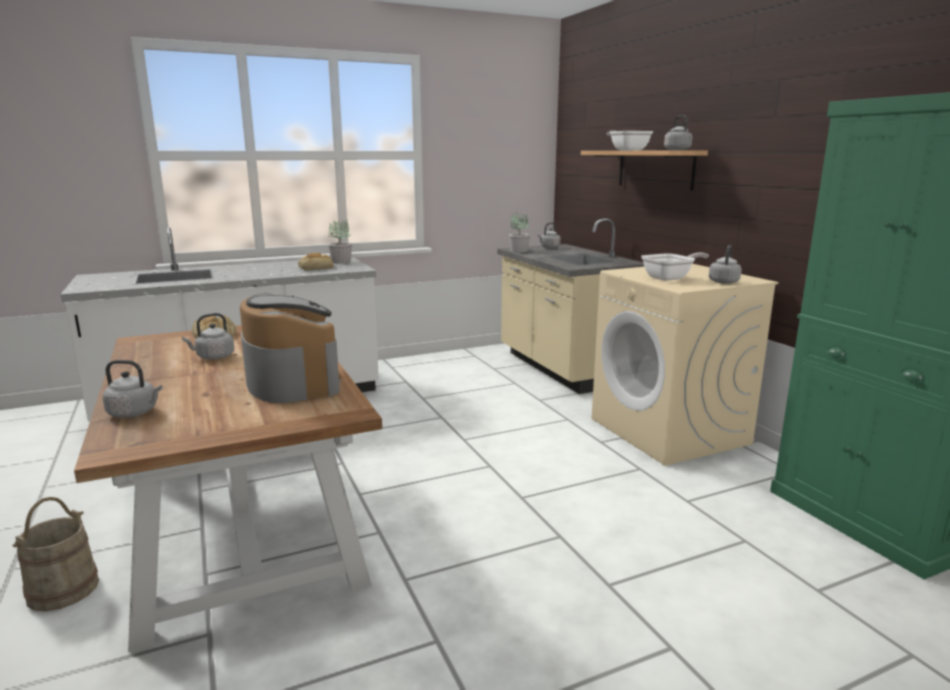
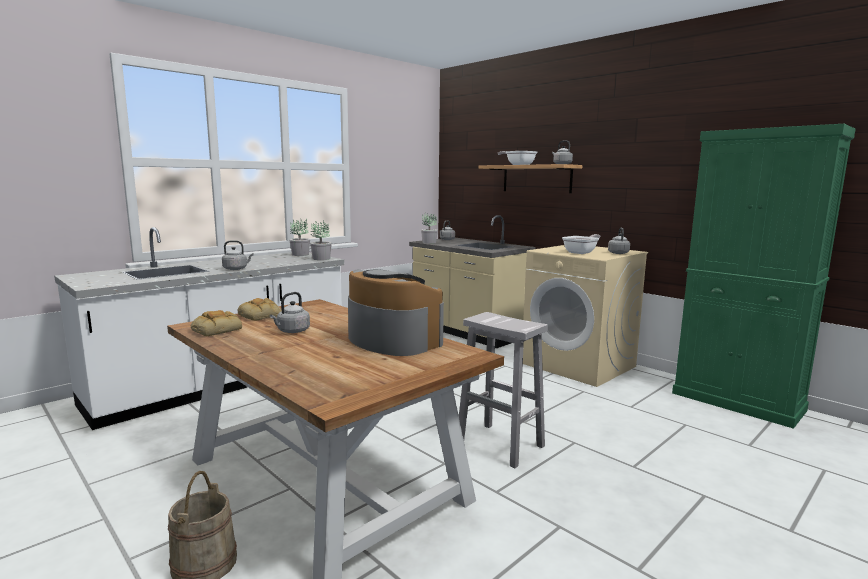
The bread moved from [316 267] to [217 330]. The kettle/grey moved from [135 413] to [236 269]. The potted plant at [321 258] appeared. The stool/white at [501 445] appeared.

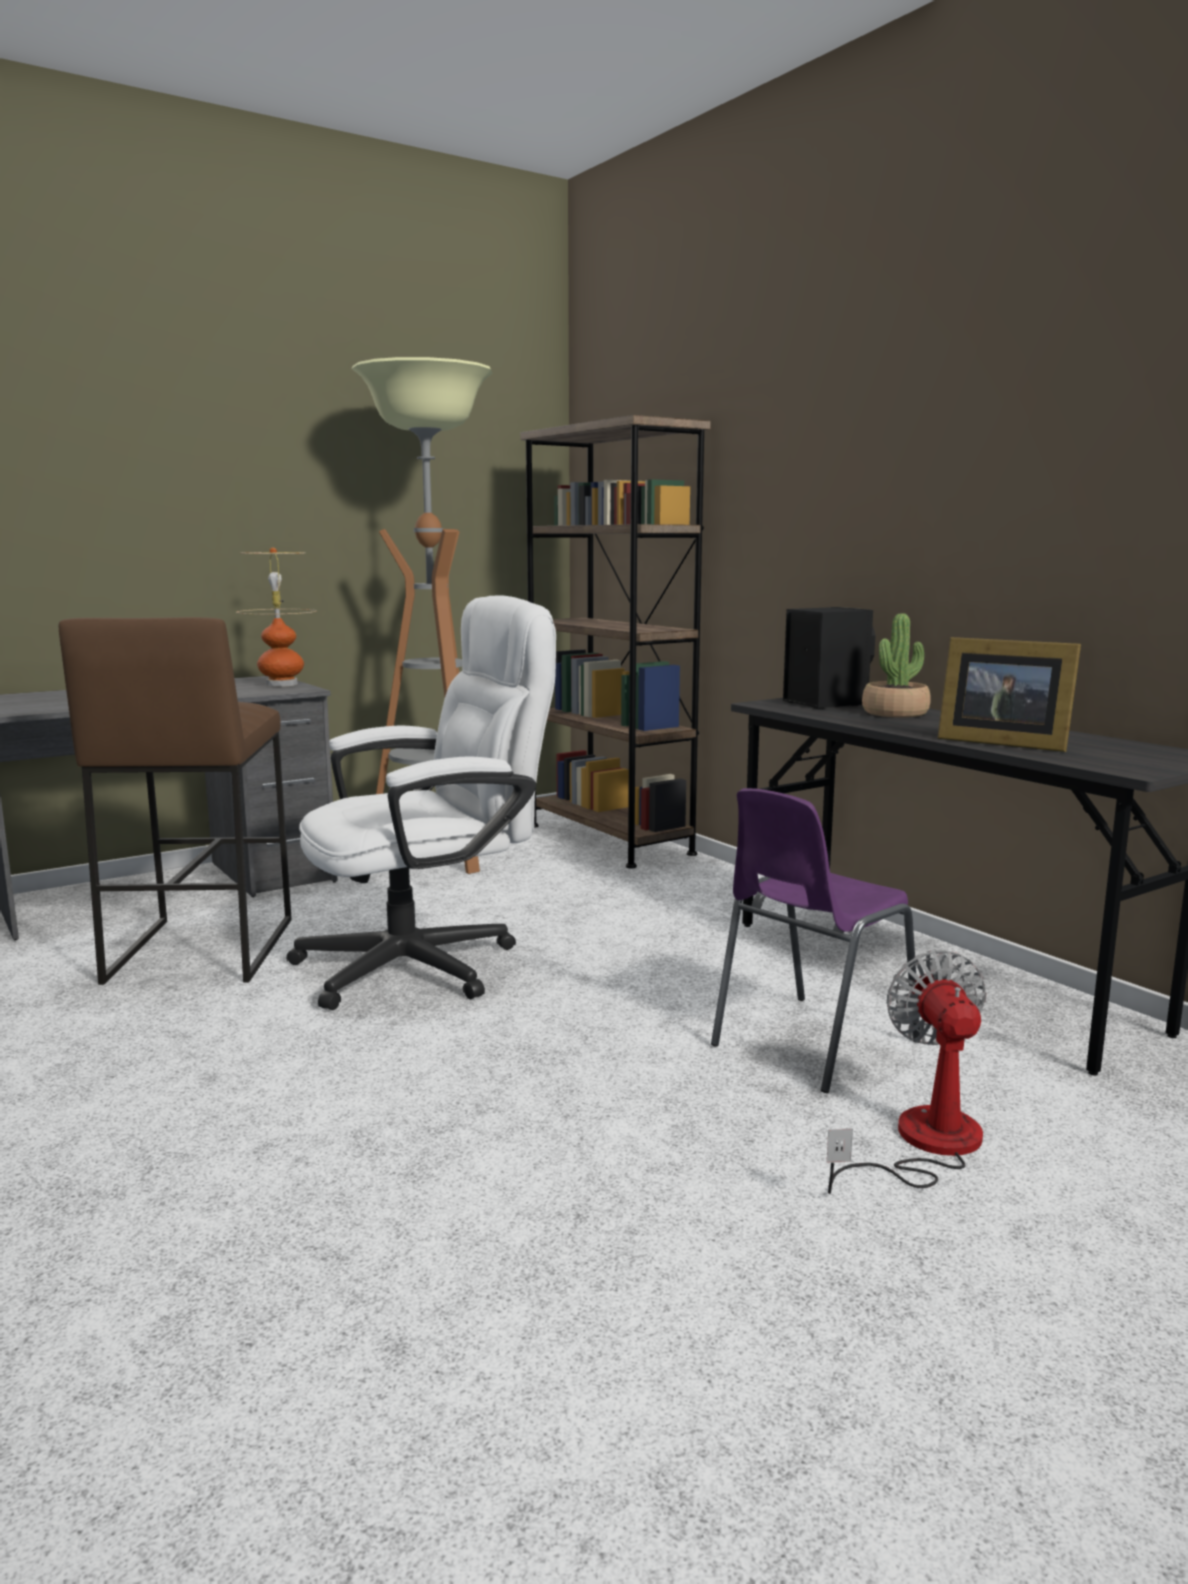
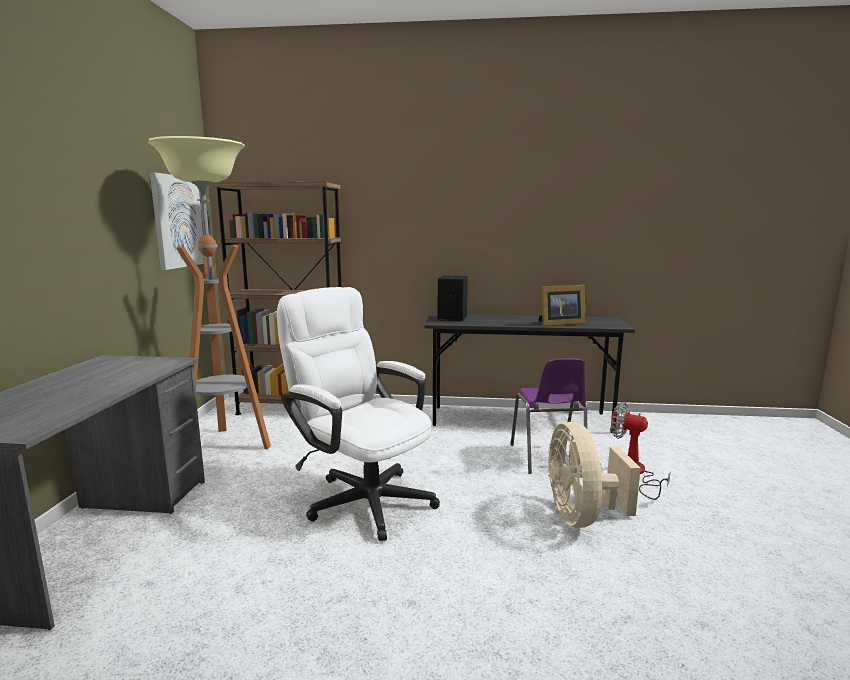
The picture at [177 221] appeared. The office chair/white at [428 963] turned 60 degrees counterclockwise. The fan/beige at [581 516] appeared. The stool/brown at [200 949] disappeared. The table lamp at [282 684] disappeared. The potted plant at [895 713] disappeared.

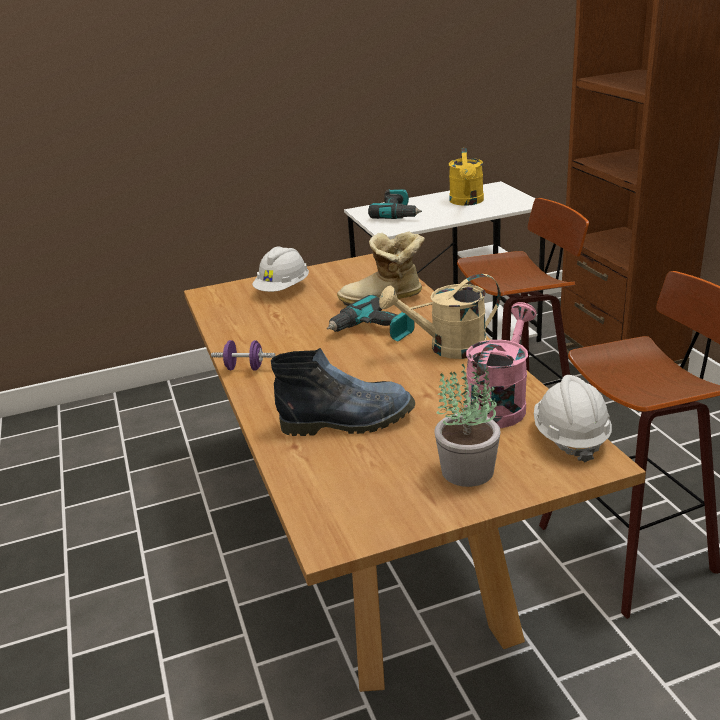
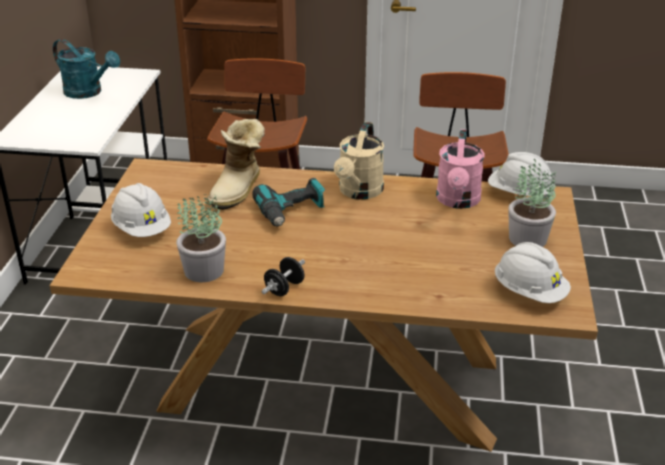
The watering can/yellow at [467 202] became the watering can/turquoise at [88 92]. The potted plant at [204 271] appeared. The dumbbell/purple at [245 368] became the dumbbell/black at [284 288]. The watering can/pink at [499 404] turned 135 degrees counterclockwise. The hard hat/white at [529 292] appeared. The boot at [350 420] disappeared. The power drill at [397 214] disappeared.

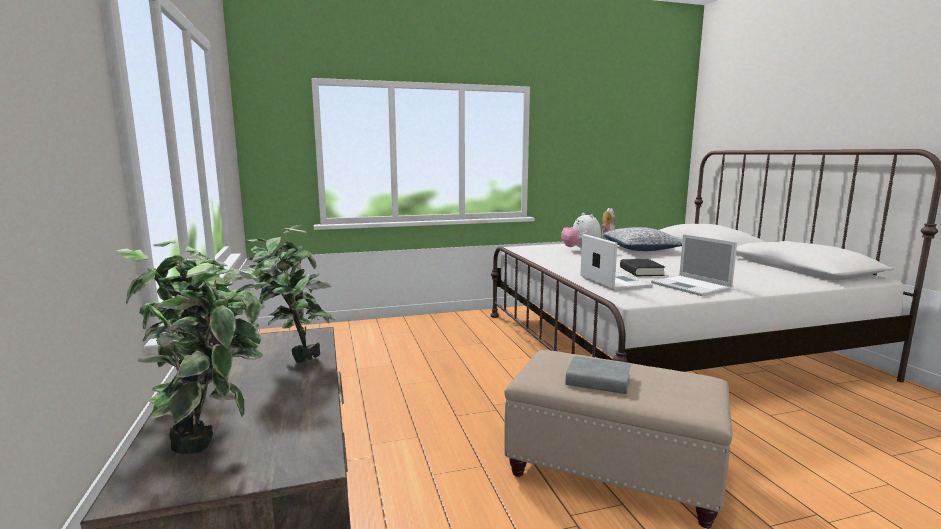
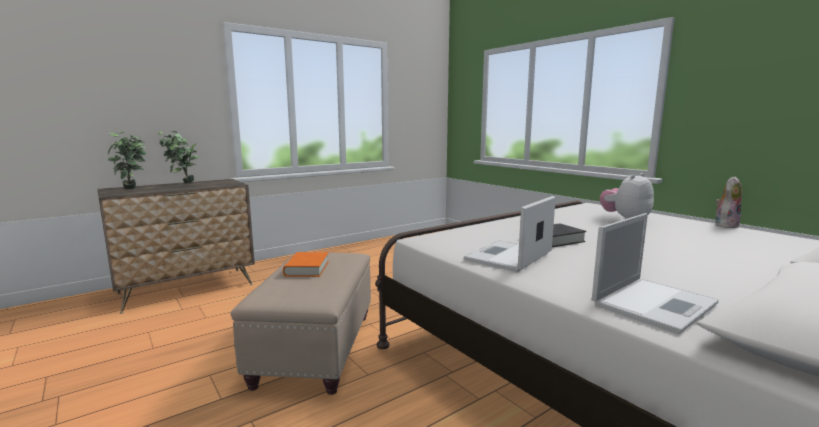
The book/grey at [598 381] became the book/orange at [307 268]. The laptop moved from [613 282] to [654 303]. The potted plant at [294 357] disappeared. The pillow at [642 249] disappeared.

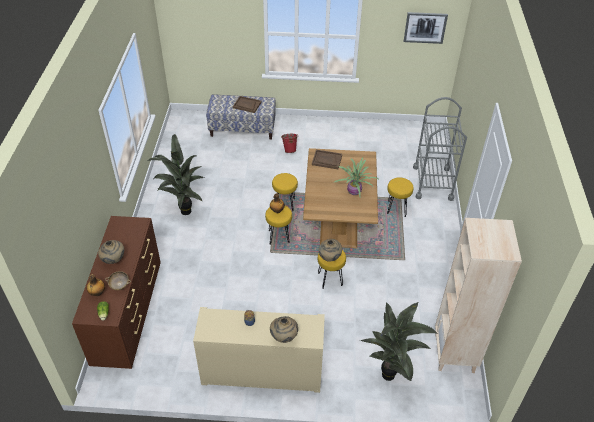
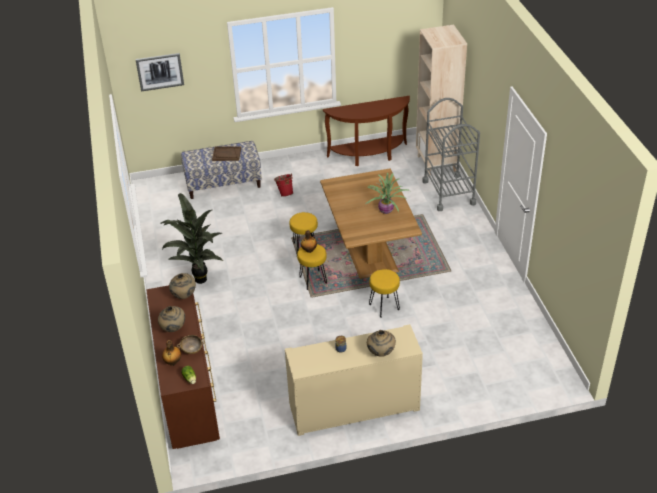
The picture moved from [425 27] to [160 71]. The vase/beige moved from [329 258] to [184 296]. The console table/brown at [369 156] appeared. The bookcase/beige moved from [454 353] to [437 164]. The tray/brown at [326 160] disappeared. The potted plant at [391 376] disappeared. The stool/yellow at [397 209] disappeared.

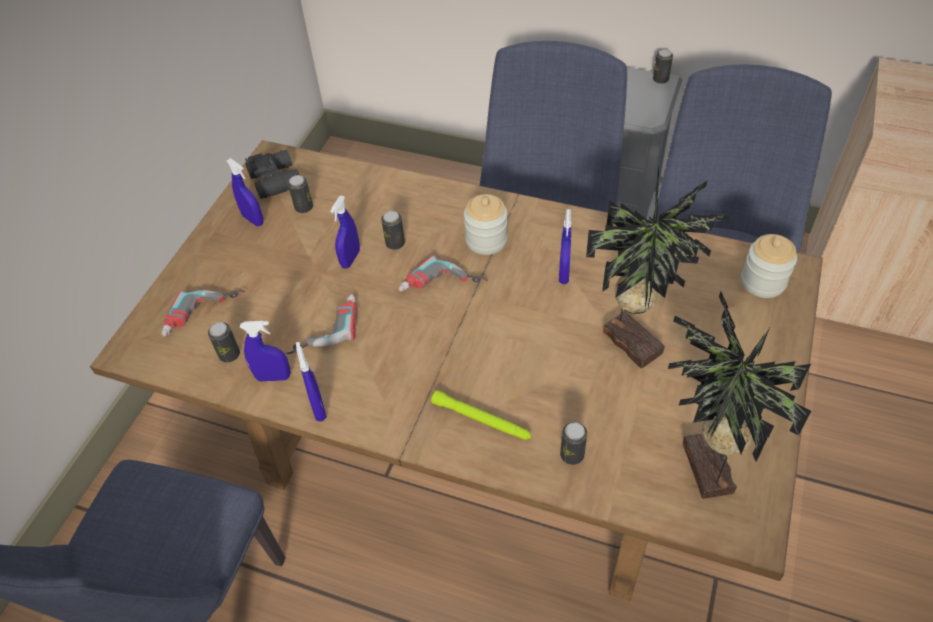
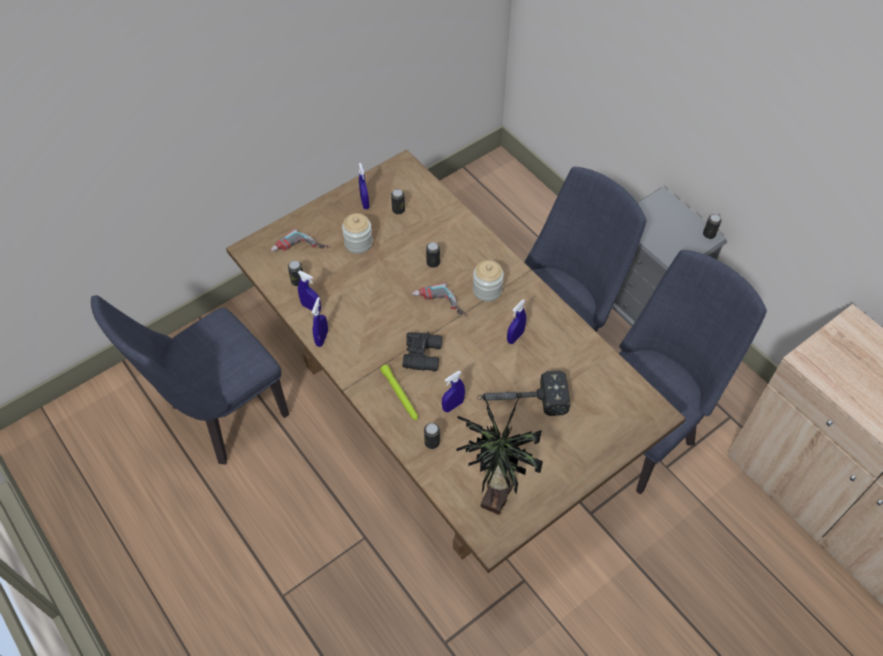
The jar moved from [763 282] to [358 243]. The binoculars/black moved from [276 179] to [424 354]. The spray bottle/blue moved from [350 259] to [453 405]. The potted plant at [634 340] was replaced by the hammer at [521 401]. The power drill at [324 327] disappeared.

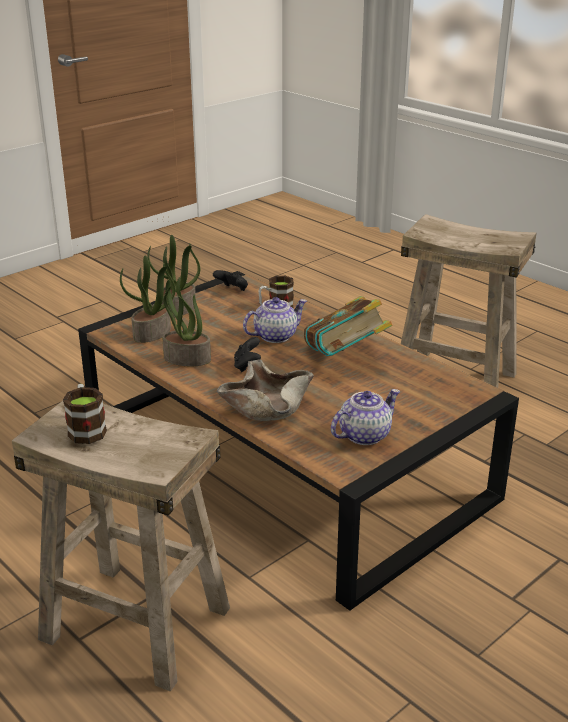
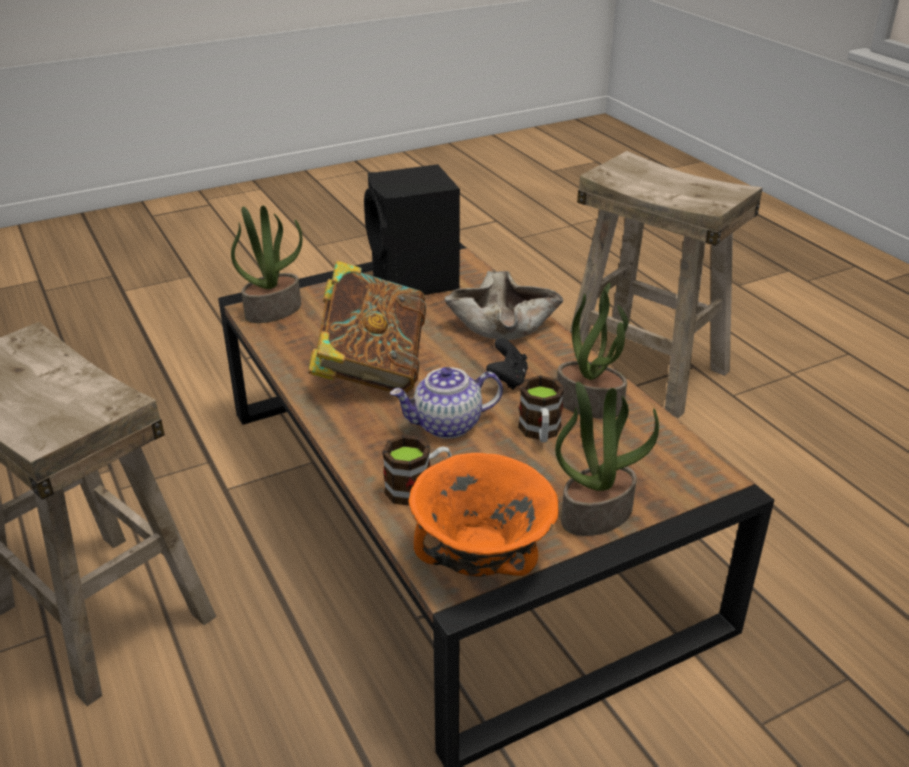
The potted plant moved from [152 333] to [273 310]. The teapot at [364 435] was replaced by the speaker/black at [415 282]. The game controller/black at [232 290] was replaced by the bowl/orange at [480 556]. The mug moved from [86 428] to [540 433].

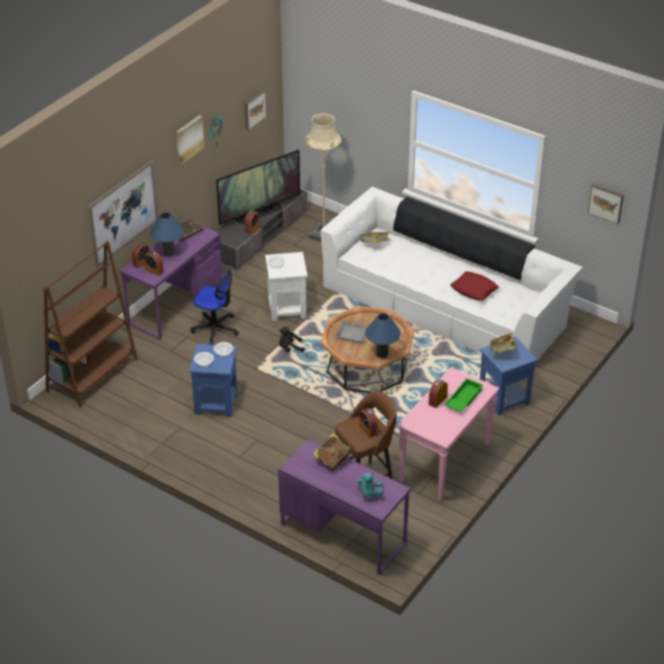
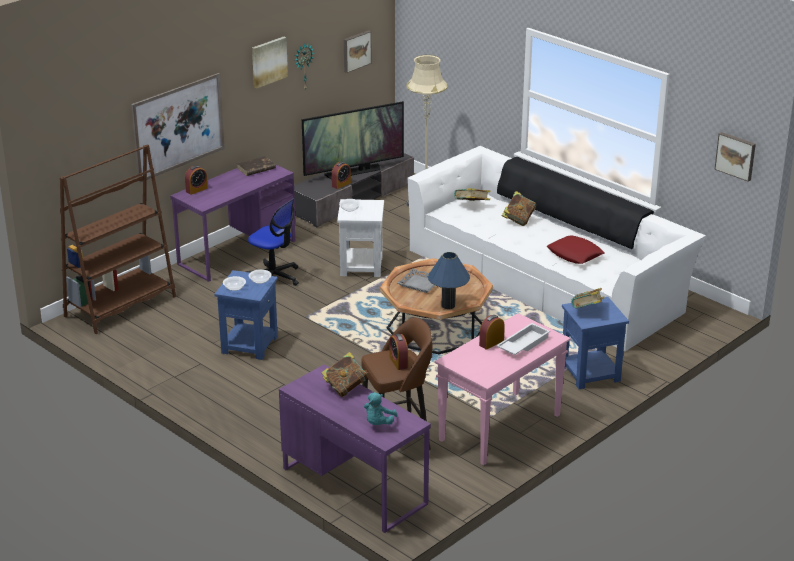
The tray/green at [463 398] became the tray/white at [522 344]. The book at [518 220] appeared. The alarm clock at [154 270] disappeared. The table lamp/blue at [169 253] disappeared. The plush toy/black at [290 348] disappeared.

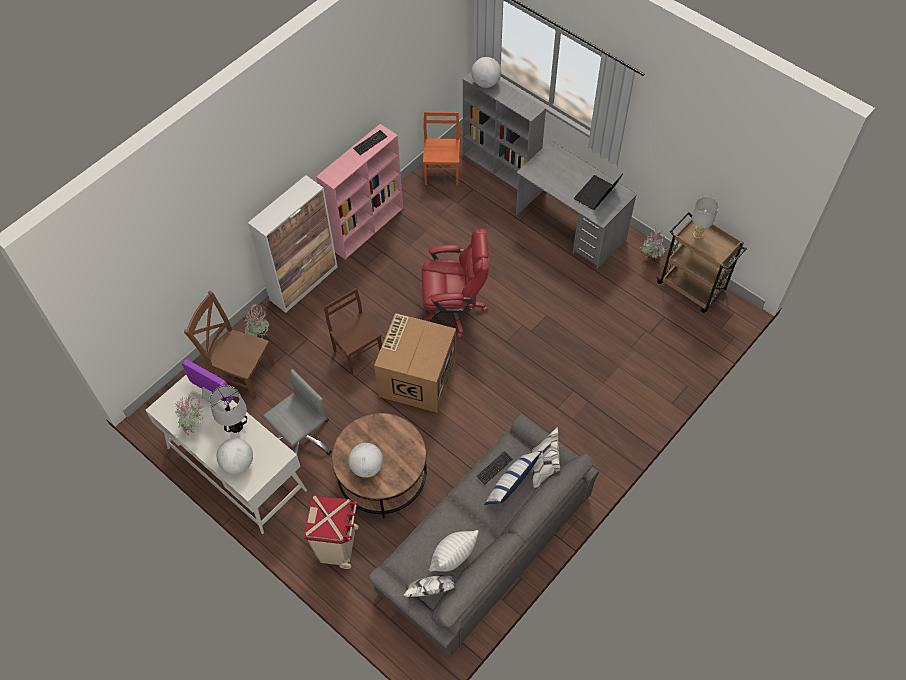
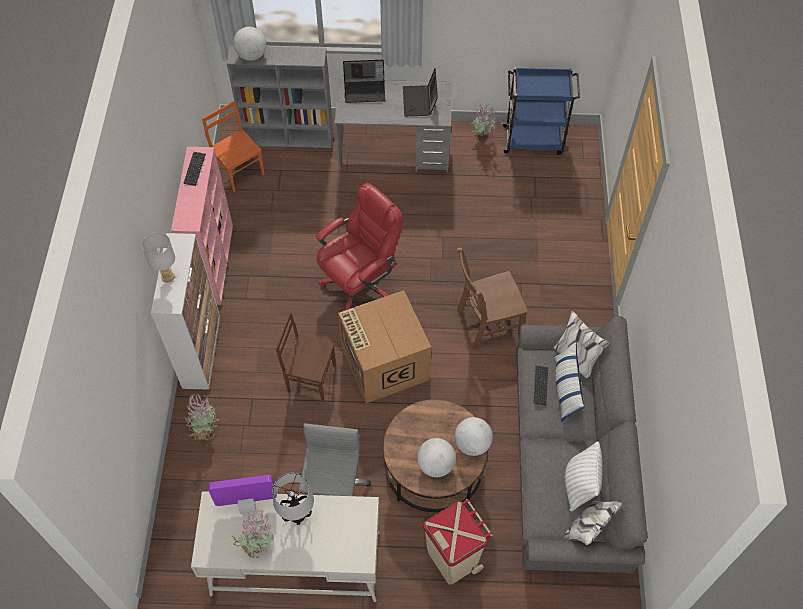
The table lamp/grey moved from [697 235] to [168 277]. The laptop at [365 90] appeared. The globe moved from [238 463] to [472 444]. The chair/brown moved from [240 373] to [486 323]. The cart/brown at [692 287] became the cart/blue at [534 140].

